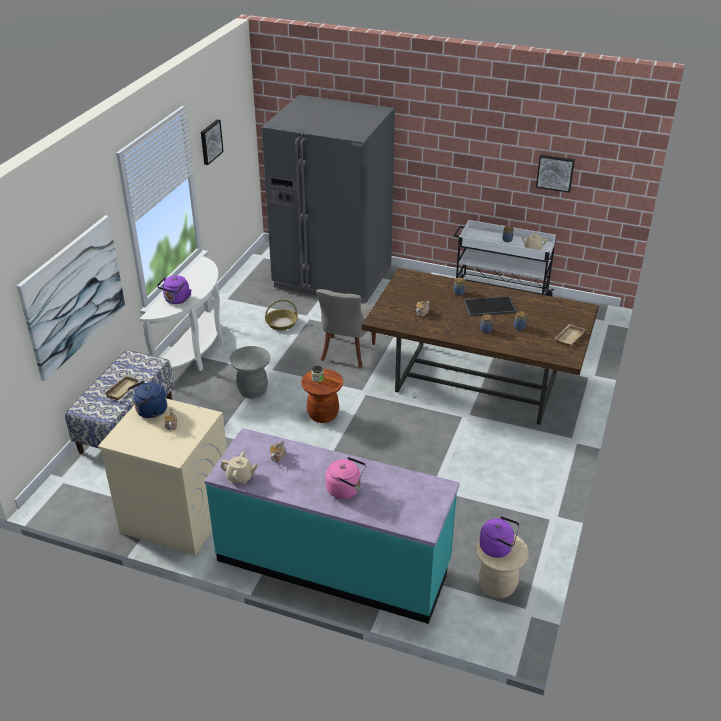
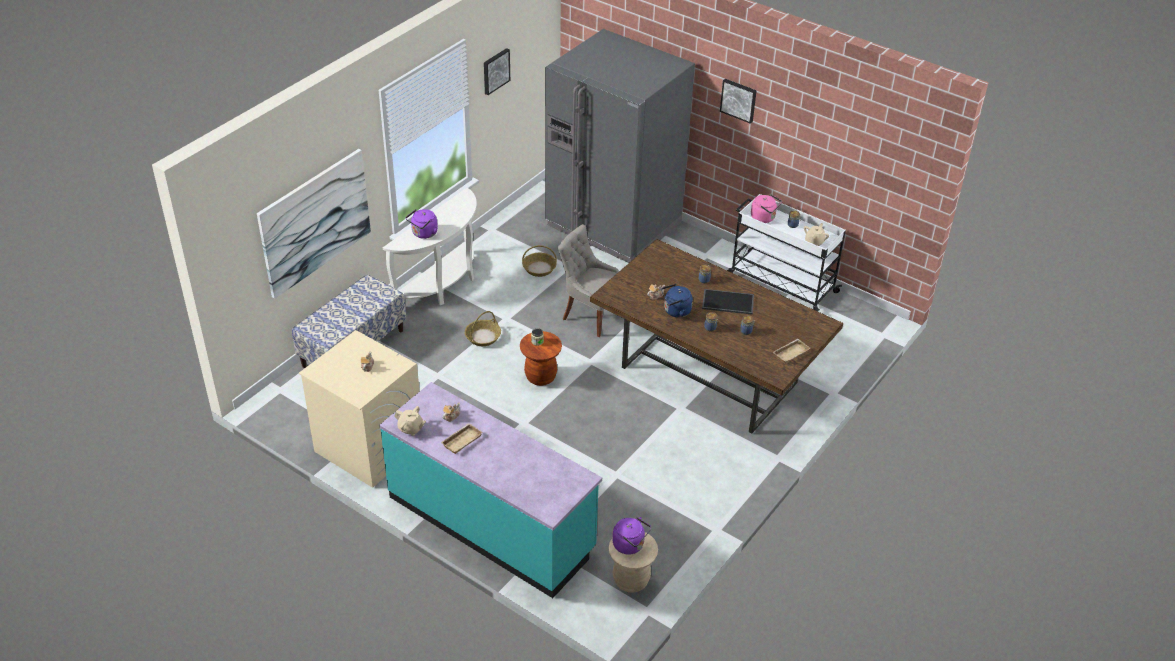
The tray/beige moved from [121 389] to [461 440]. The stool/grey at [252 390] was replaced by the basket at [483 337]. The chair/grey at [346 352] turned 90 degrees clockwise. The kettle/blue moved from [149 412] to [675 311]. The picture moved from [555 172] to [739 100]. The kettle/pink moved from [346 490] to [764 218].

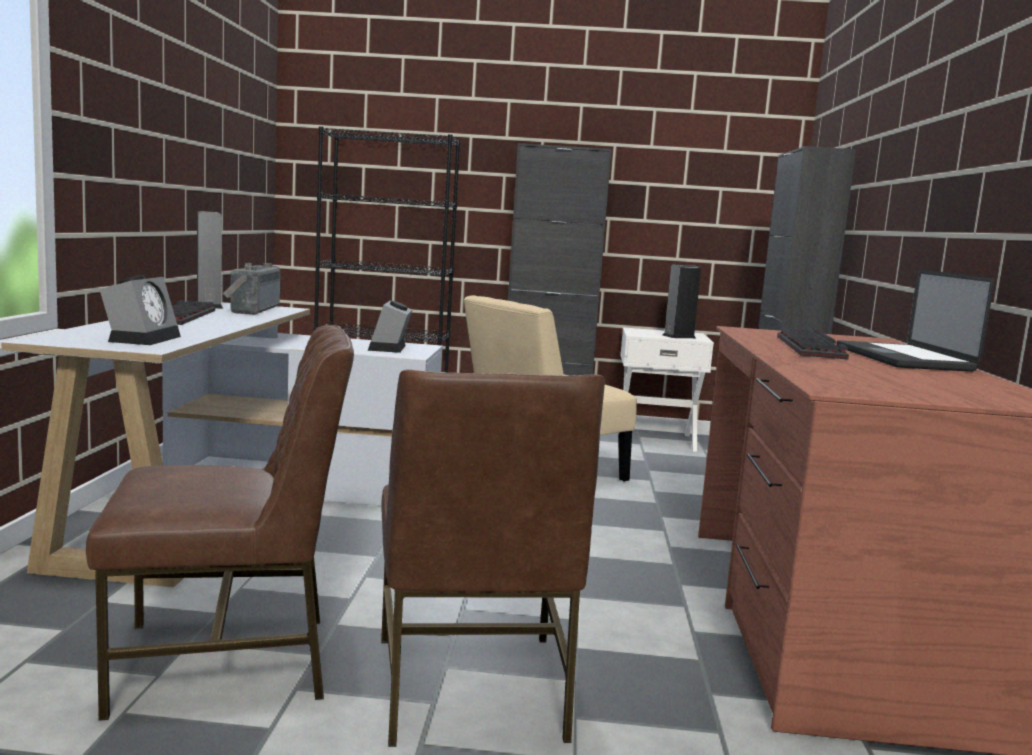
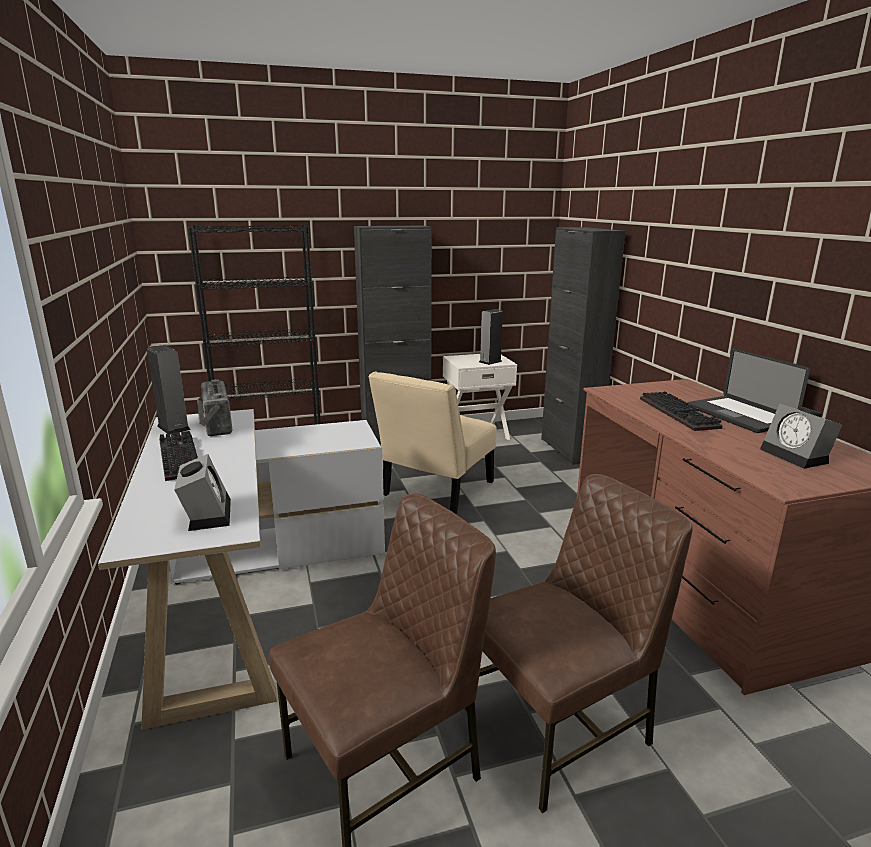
The chair/brown at [471 688] turned 90 degrees counterclockwise. The alarm clock moved from [389 348] to [797 456].

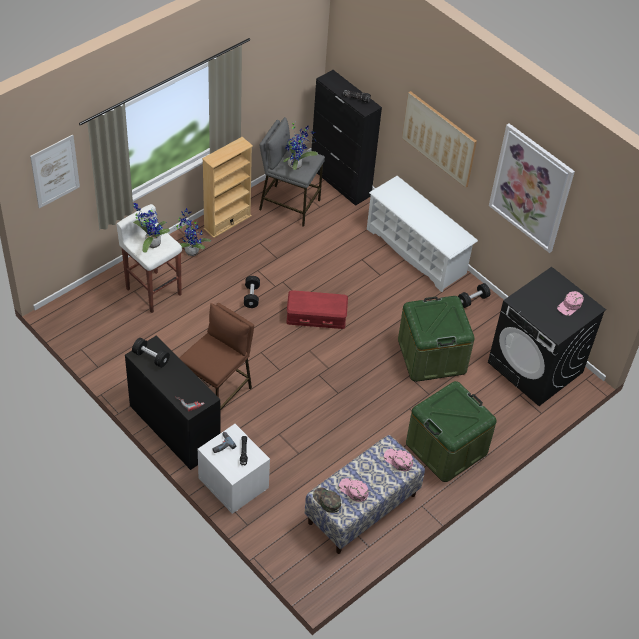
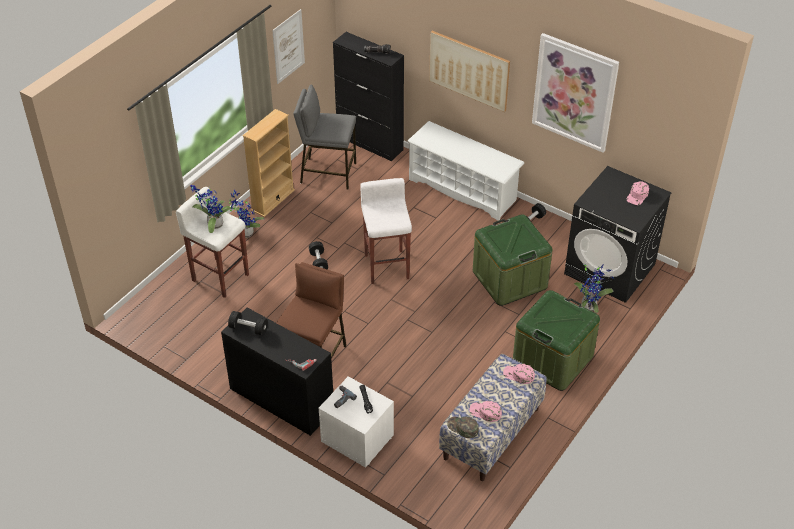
The picture moved from [55 171] to [288 46]. The storage box/red at [316 315] was replaced by the stool/white at [387 266]. The potted plant moved from [296 165] to [590 306].

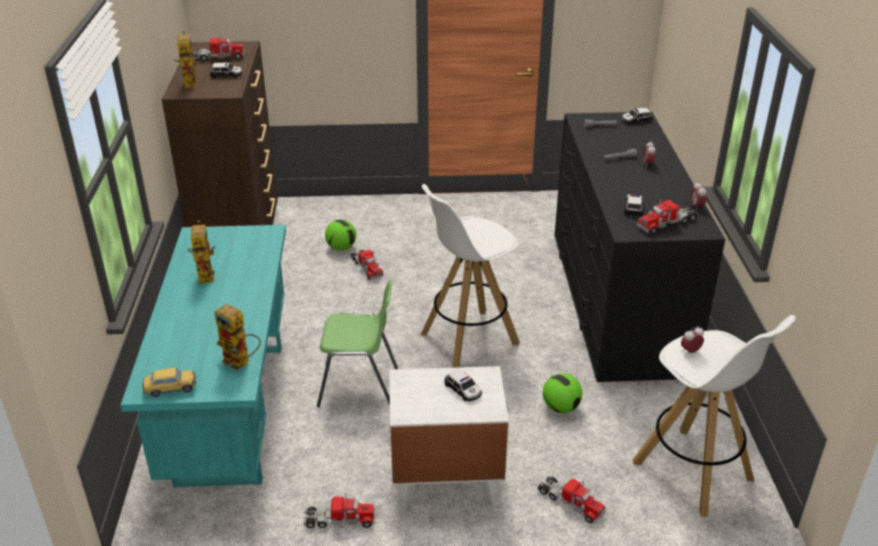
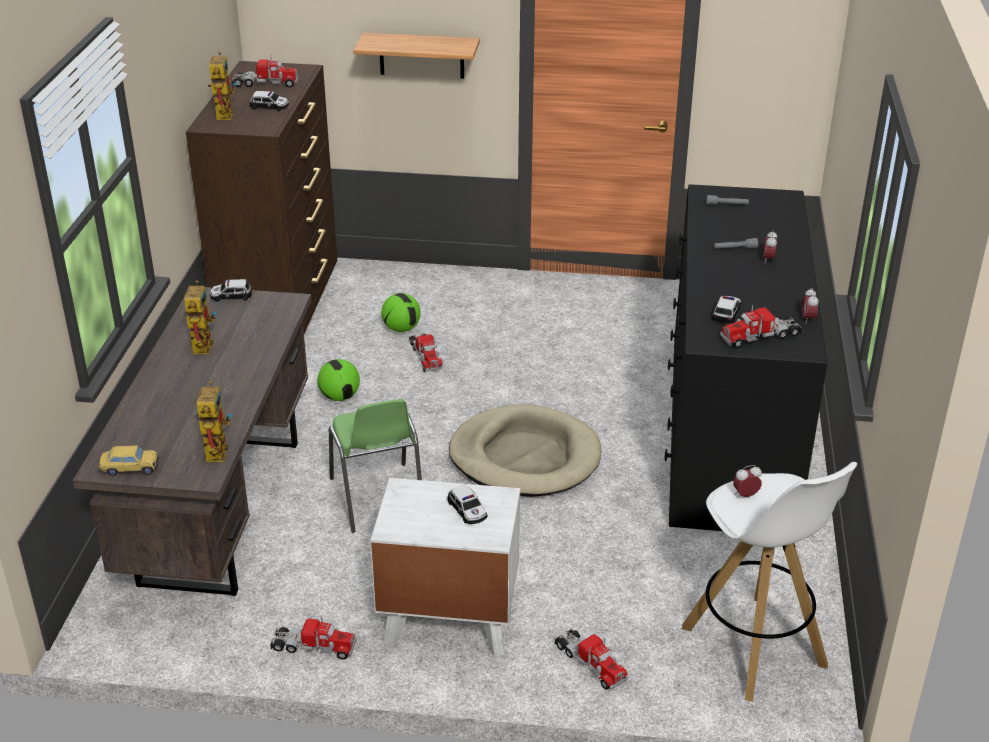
The desk/turquoise at [231 410] became the desk/brown at [221 509]. The toy robot at [241 362] turned 135 degrees counterclockwise. The toy car moved from [636 120] to [231 296]. The football moved from [560 407] to [339 397]. The chair/green at [359 386] turned 60 degrees clockwise. The shelf at [421 55] appeared. The stool/white at [468 339] was replaced by the dog bed/beige at [525 457].

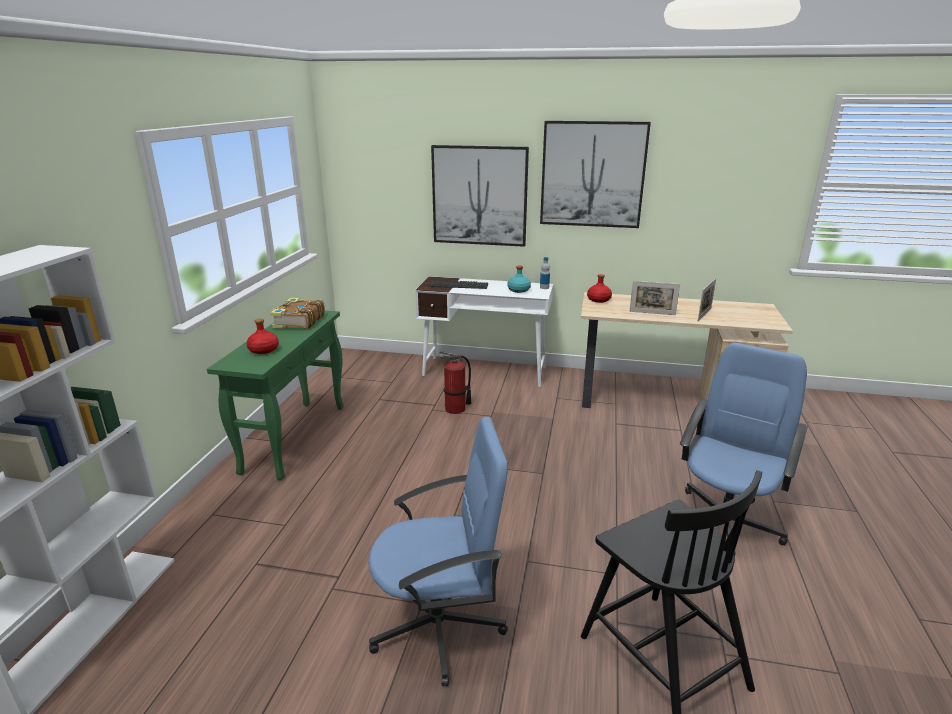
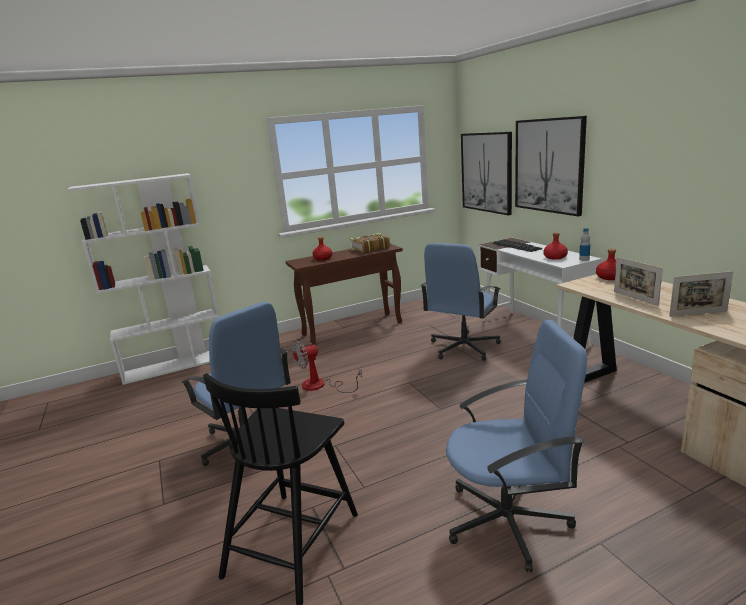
The console table/green at [295 437] became the console table/brown at [353 328]. The fan at [321 386] appeared. The fire extinguisher at [455 409] was replaced by the office chair/blue at [463 347]. The picture moved from [592 174] to [486 172]. The bottle/turquoise at [518 290] became the bottle/red at [555 257].

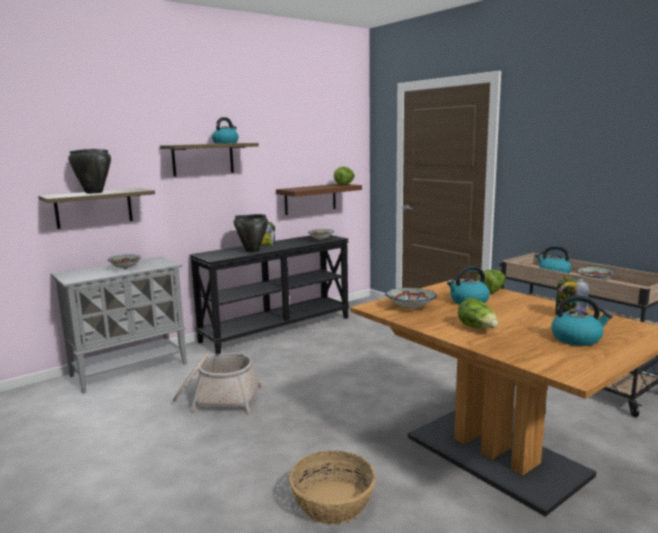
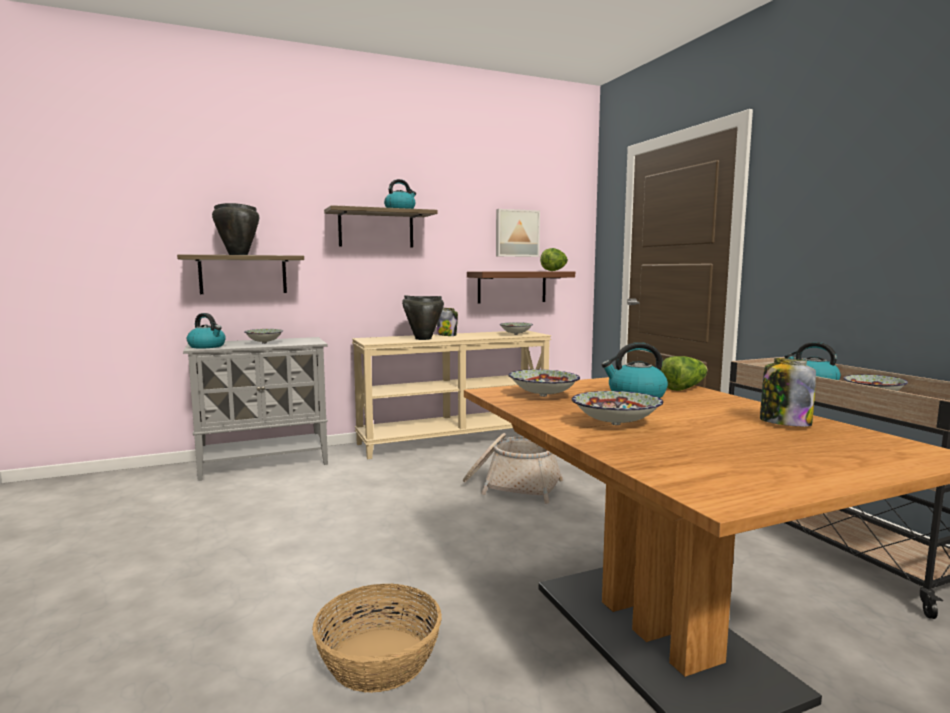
The kettle moved from [577 339] to [207 346]. The console table/black at [277 329] became the console table/beige at [454 439]. The basket moved from [217 398] to [511 486]. The picture at [516 233] appeared. The lettuce at [478 328] was replaced by the bowl at [615 424].

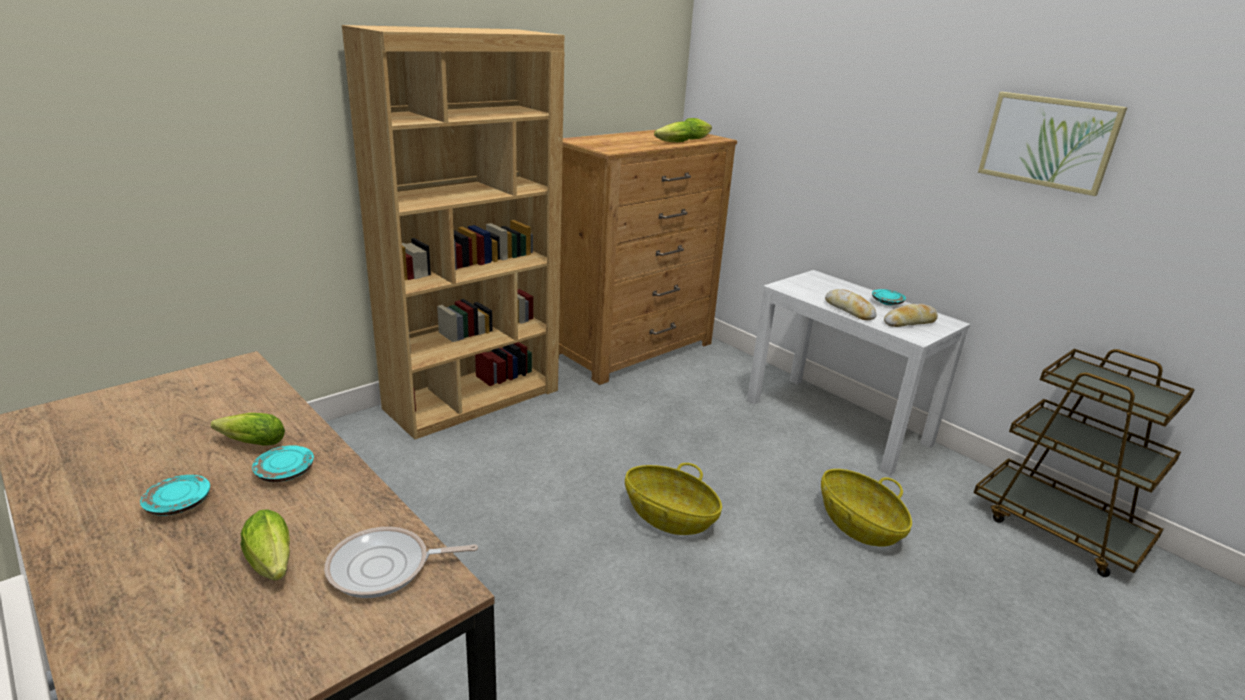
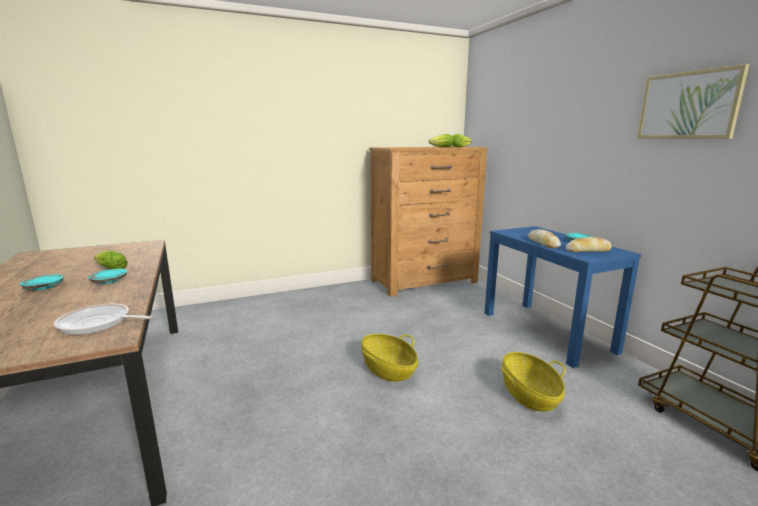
The console table/white at [837 422] became the console table/blue at [546 331]. The lettuce at [272 564] disappeared. The bookcase/brown at [473 399] disappeared.

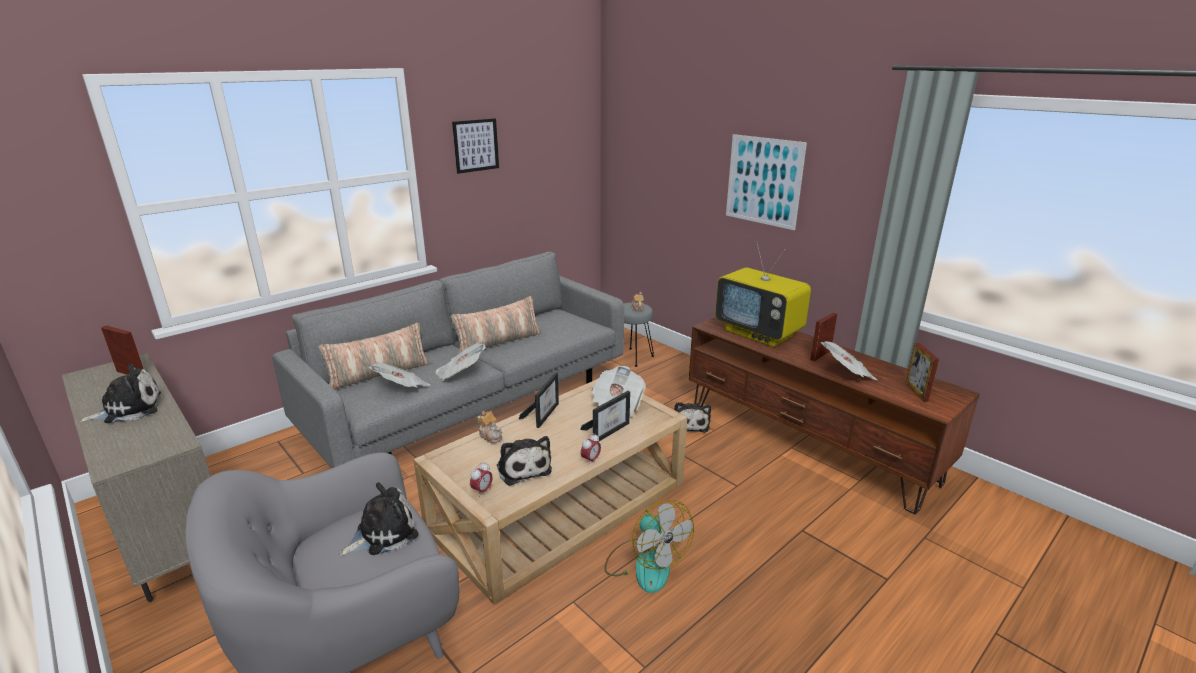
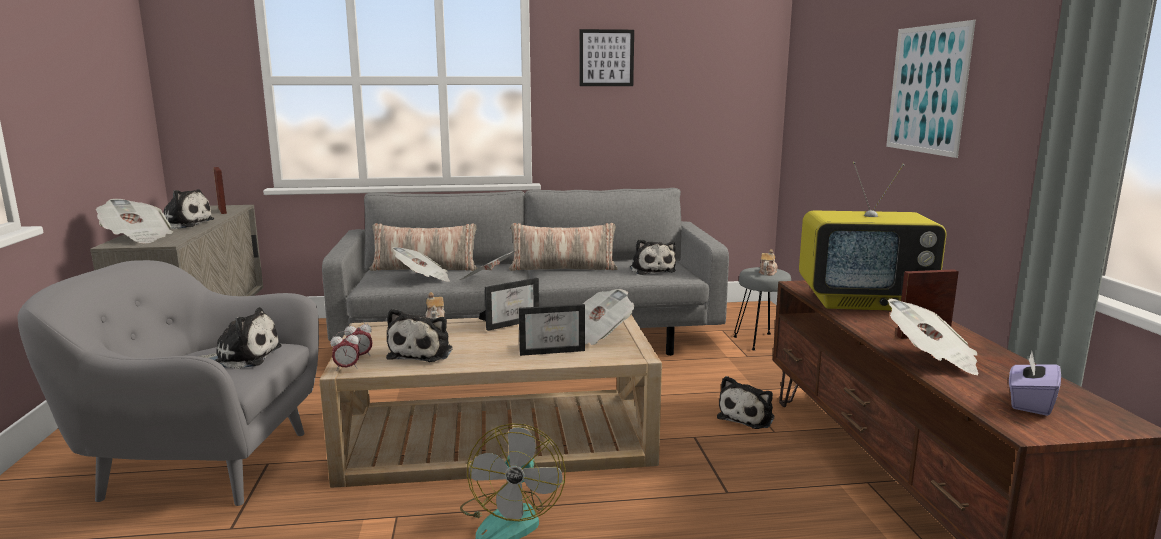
The newspaper at [137 238] appeared. The alarm clock moved from [590 460] to [347 368]. The plush toy at [652 270] appeared. The television at [759 333] turned 75 degrees counterclockwise. The picture frame at [916 392] was replaced by the tissue box/purple at [1030 403].

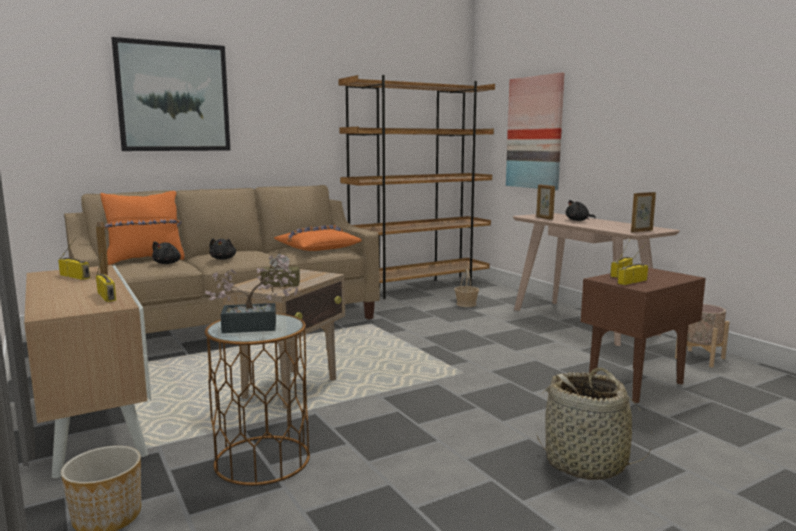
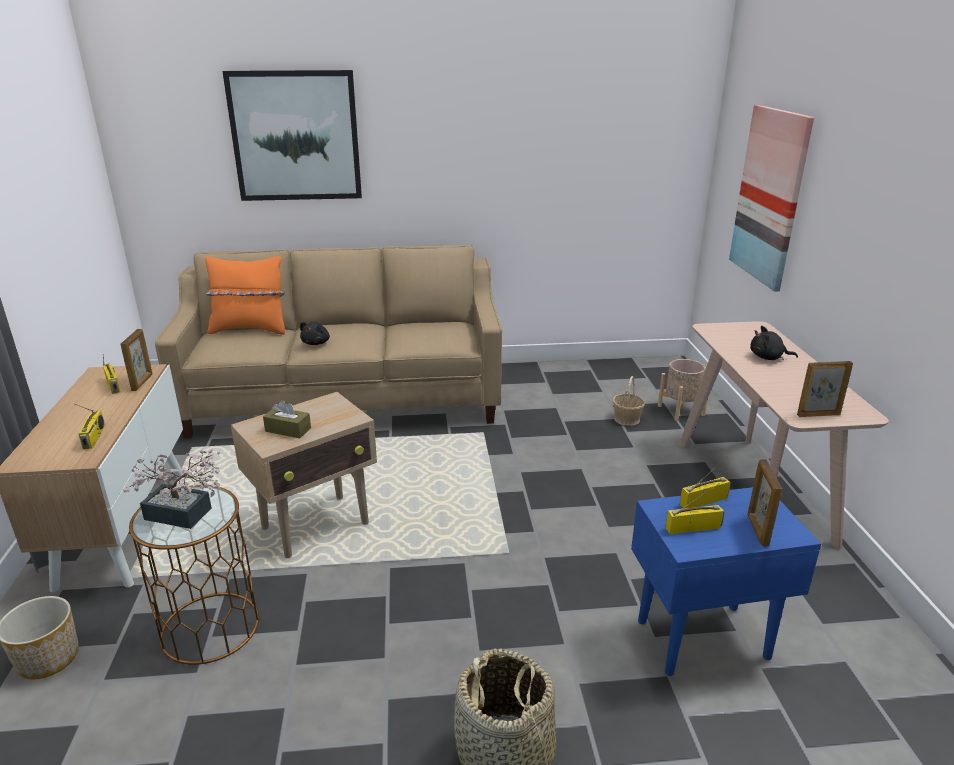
The side table/brown at [634 384] became the side table/blue at [701 639]. The planter/beige moved from [699 358] to [680 410]. The picture frame moved from [544 218] to [757 530]. The plush toy/black at [168 263] disappeared. The pillow/orange at [317 248] disappeared. The bookcase/brown at [418 288] disappeared.

